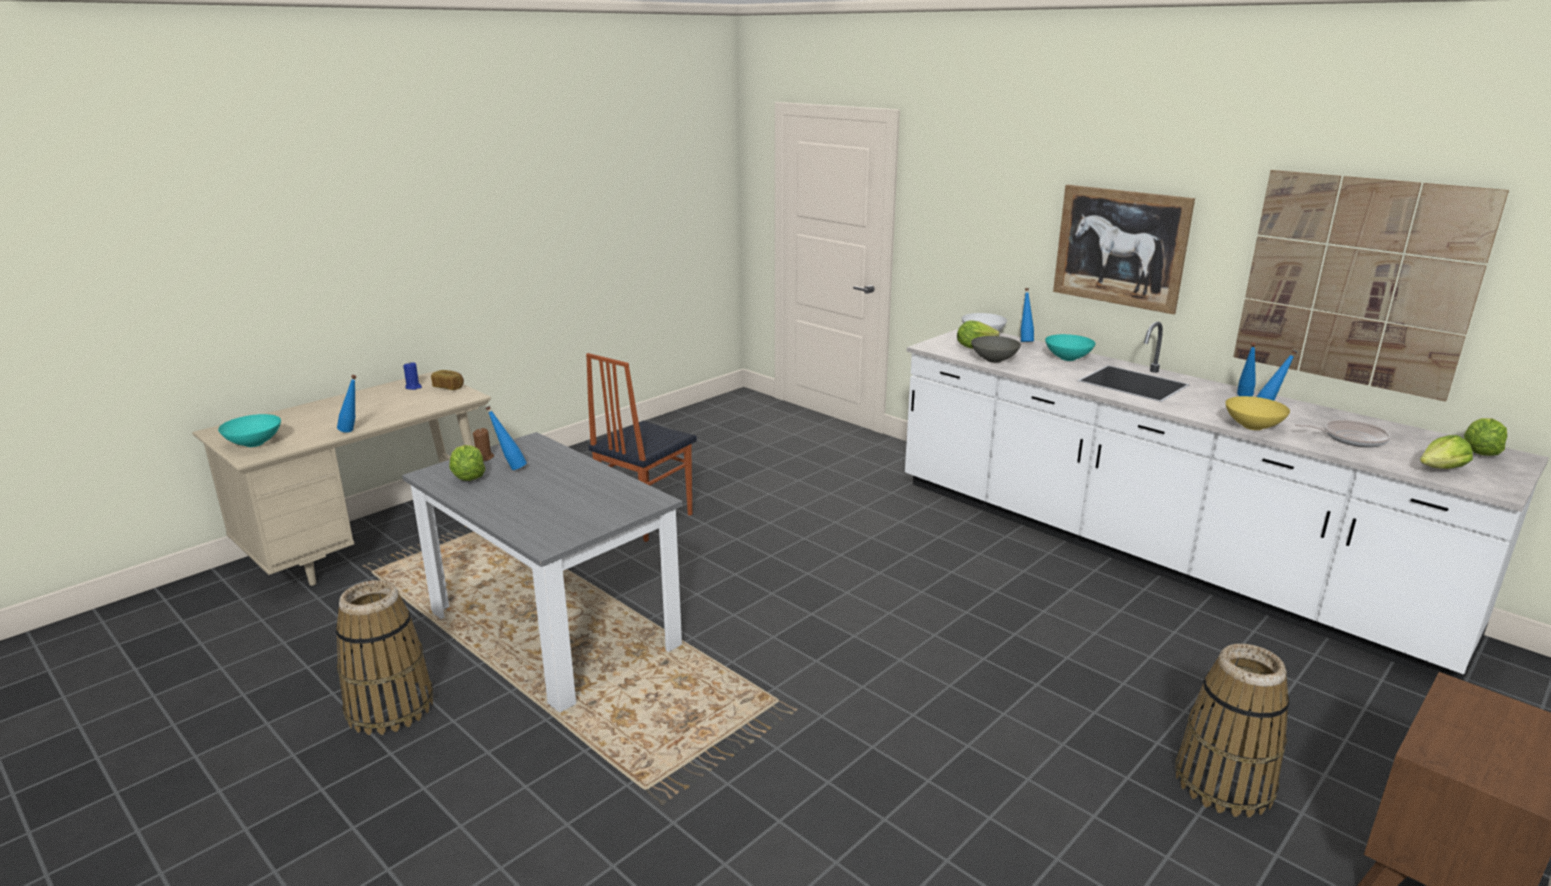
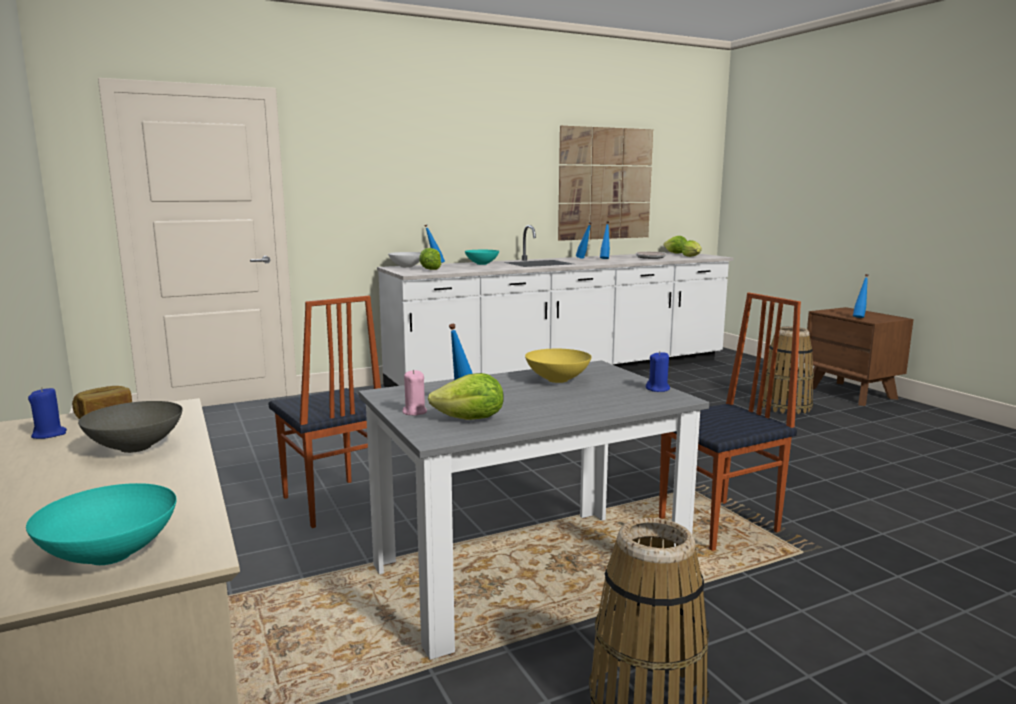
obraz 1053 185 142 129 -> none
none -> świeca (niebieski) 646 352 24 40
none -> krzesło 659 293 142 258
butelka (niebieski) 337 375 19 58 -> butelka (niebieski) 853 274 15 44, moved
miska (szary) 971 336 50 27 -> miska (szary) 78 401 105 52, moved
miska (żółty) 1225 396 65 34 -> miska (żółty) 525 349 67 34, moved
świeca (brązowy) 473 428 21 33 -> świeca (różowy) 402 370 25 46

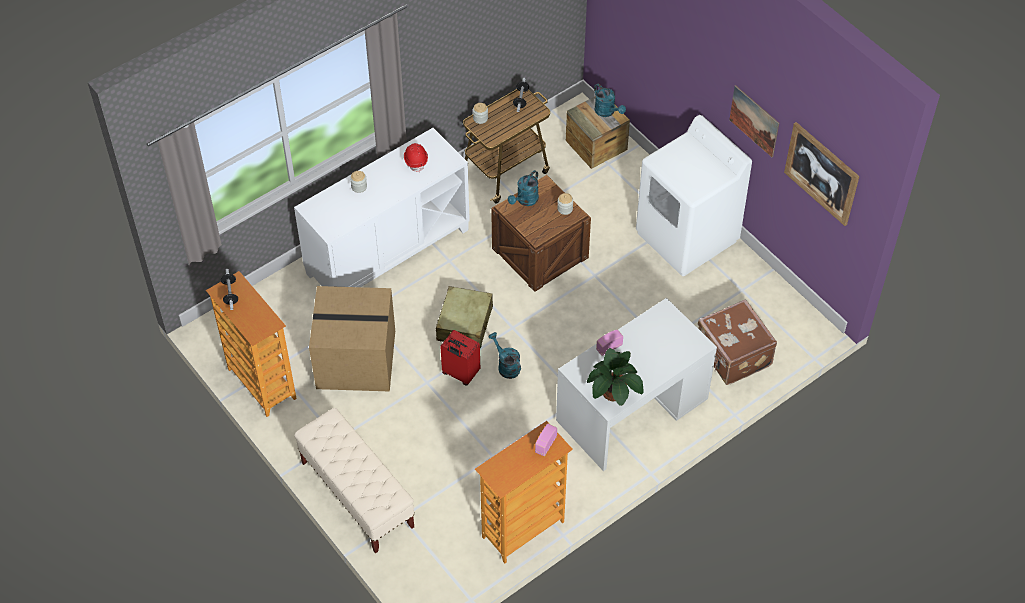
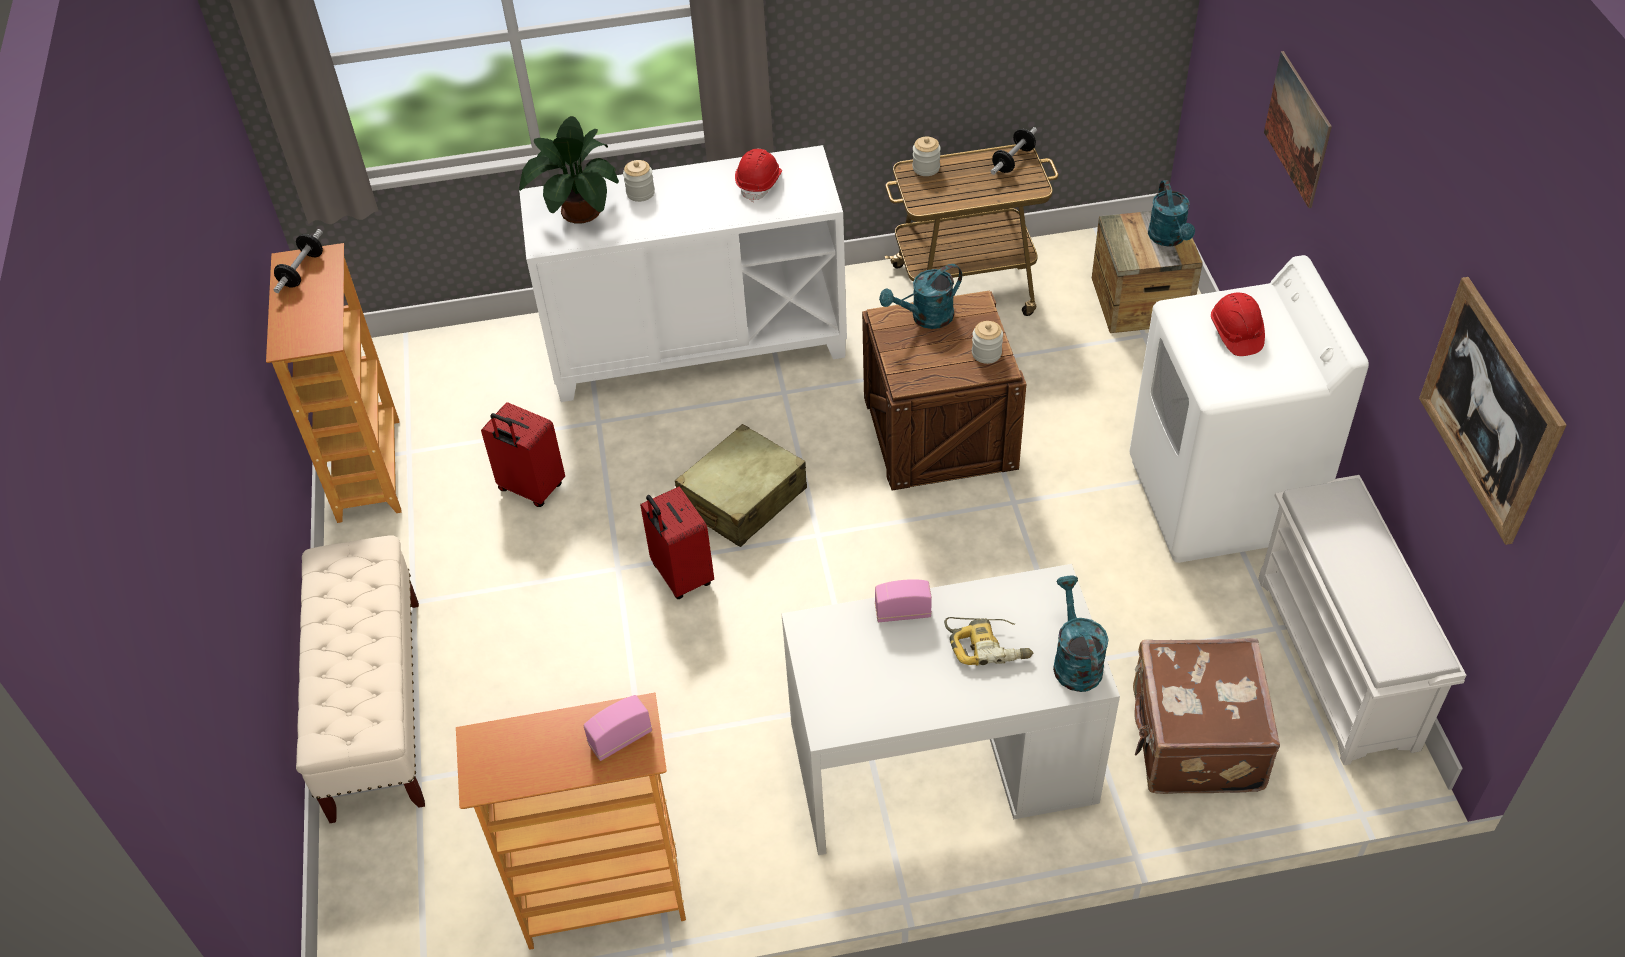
none -> wiertarka 944 617 89 49
none -> kask (czerwony) 1211 292 54 64
none -> regał na buty (biały) 1258 475 208 290
konewka (turkusowy) 488 332 33 47 -> konewka (turkusowy) 1053 575 55 117, moved
roślina doniczkowa 587 348 57 58 -> roślina doniczkowa 519 116 100 108, moved
obraz 729 85 50 72 -> obraz 1264 51 68 157, moved
karton 309 286 86 106 -> walizka (czerwony) 481 402 84 105

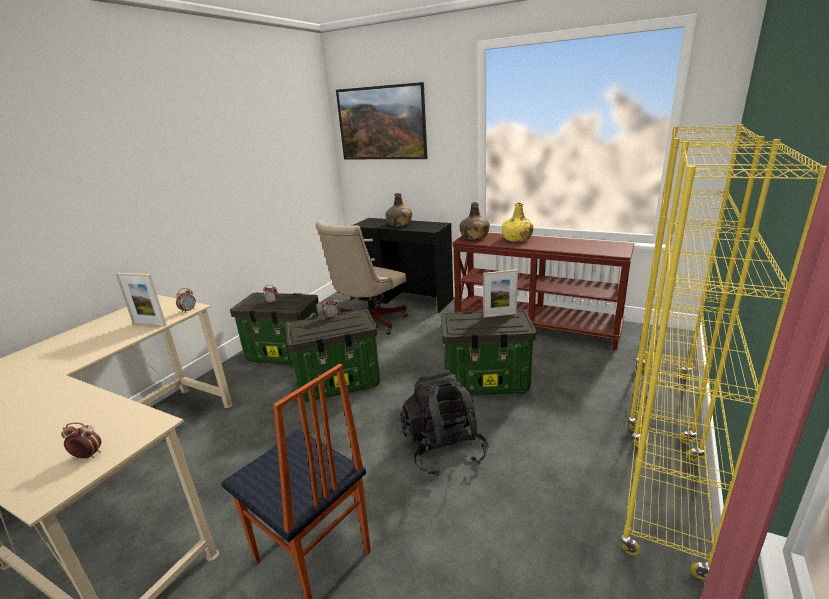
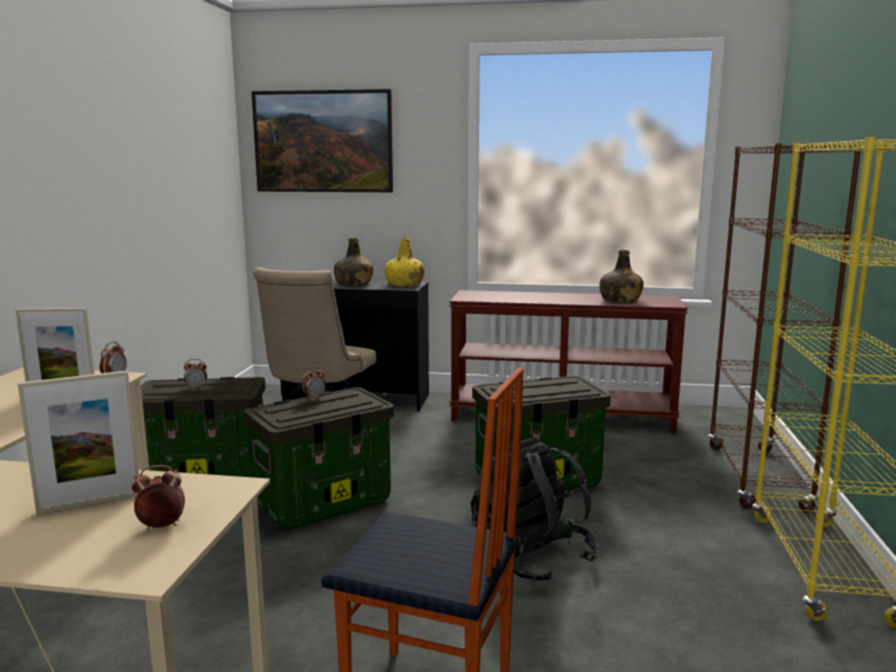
butelka (zielony) 460 202 30 38 -> butelka (zielony) 600 250 44 53, moved
ramka na zdjęcie 483 270 35 48 -> ramka na zdjęcie 18 370 121 144, moved
butelka (żółty) 502 203 32 39 -> butelka (żółty) 385 238 39 49, moved
regał (żółty) 628 124 137 320 -> regał (brązowy) 708 143 153 370

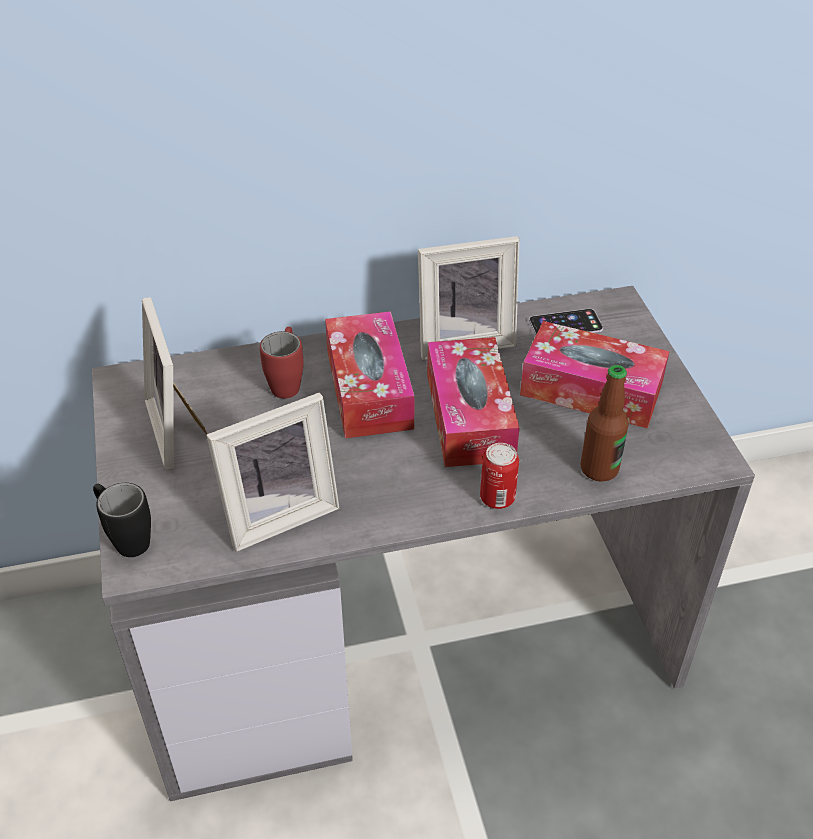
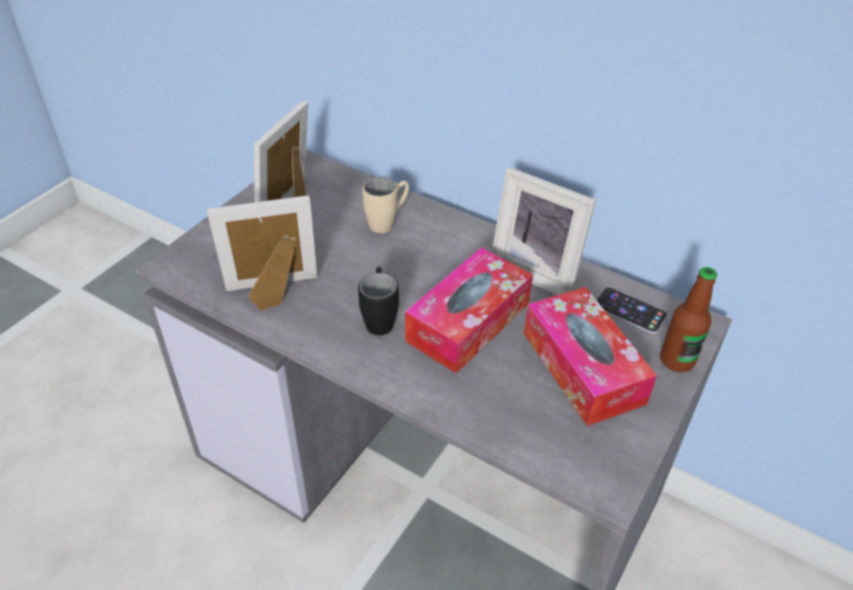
pudełko chusteczek 325 311 90 127 -> none
puszka 480 443 39 66 -> none
kubek (czarny) 93 483 58 74 -> kubek (czarny) 358 267 41 68, moved
butelka 580 365 49 117 -> butelka 660 267 57 105, moved
kubek (czerwony) 260 327 43 71 -> kubek (beżowy) 362 177 47 56
ramka na zdjęcie 206 393 133 159 -> ramka na zdjęcie 207 195 110 116, 150 degrees clockwise

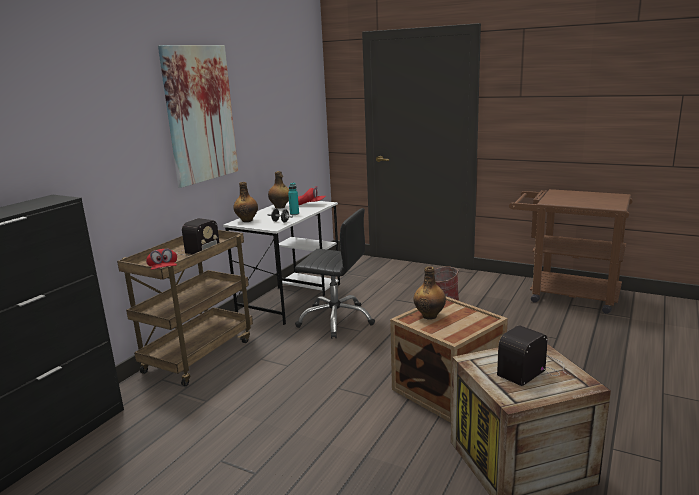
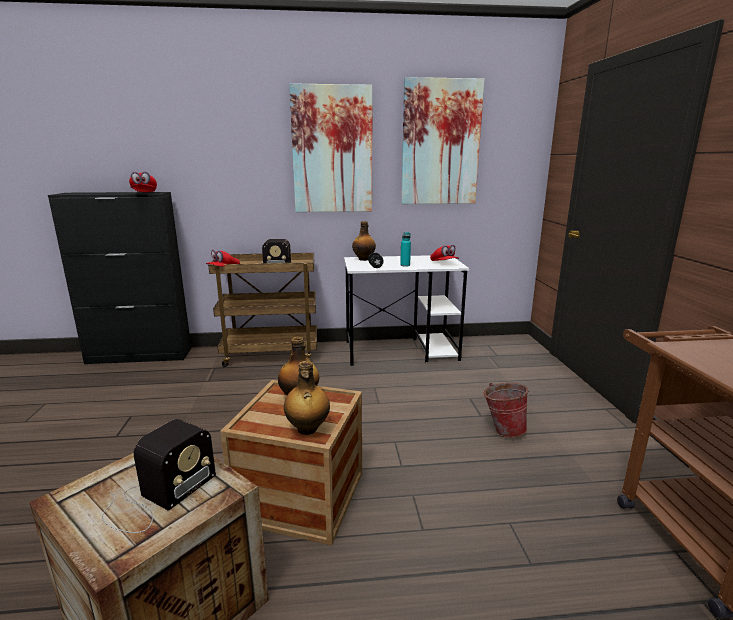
krzesło biurowe (czarny) 295 208 80 131 -> none
none -> czapka z daszkiem (czerwony) 129 172 28 20
none -> obraz 401 77 84 127
butelka 268 171 21 38 -> butelka 284 361 46 74, moved
radio 497 326 74 60 -> radio 102 419 114 114, 105 degrees clockwise

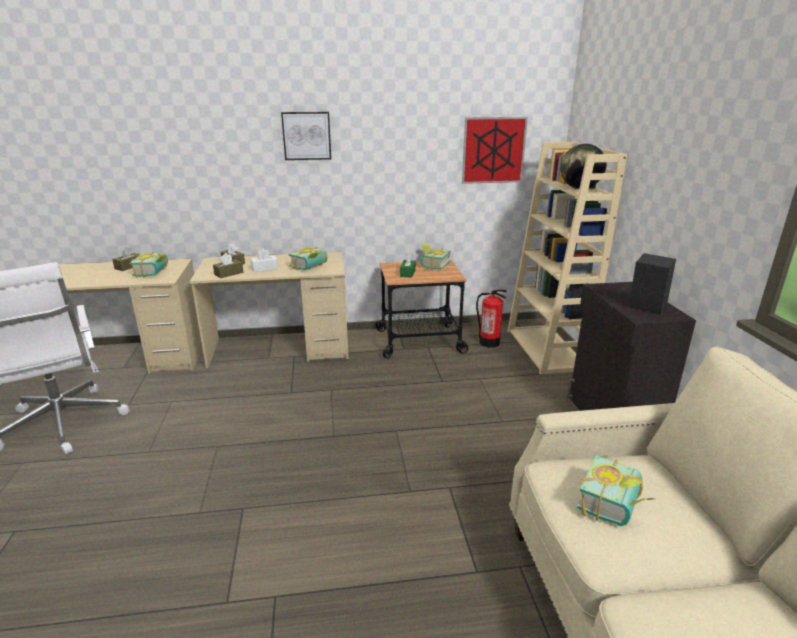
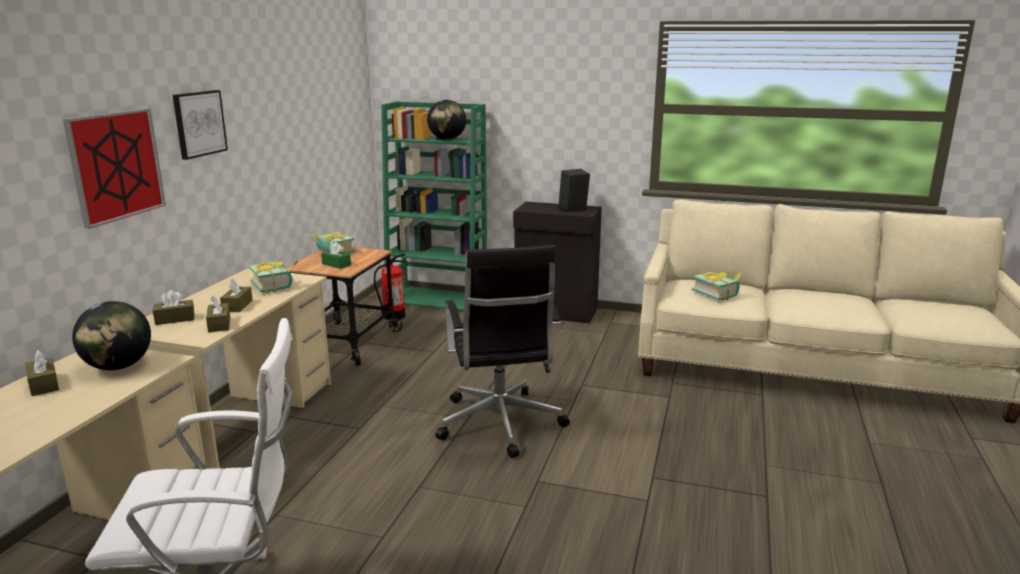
none -> krzesło biurowe (czarny) 435 245 135 213
obraz 462 117 66 67 -> obraz 63 108 103 121, moved
książka 130 252 38 26 -> globus 72 301 79 69
pudełko chusteczek (biały) 251 248 27 24 -> pudełko chusteczek (brązowy) 220 279 33 33
regał (beżowy) 507 142 120 233 -> regał (zielony) 381 101 106 210

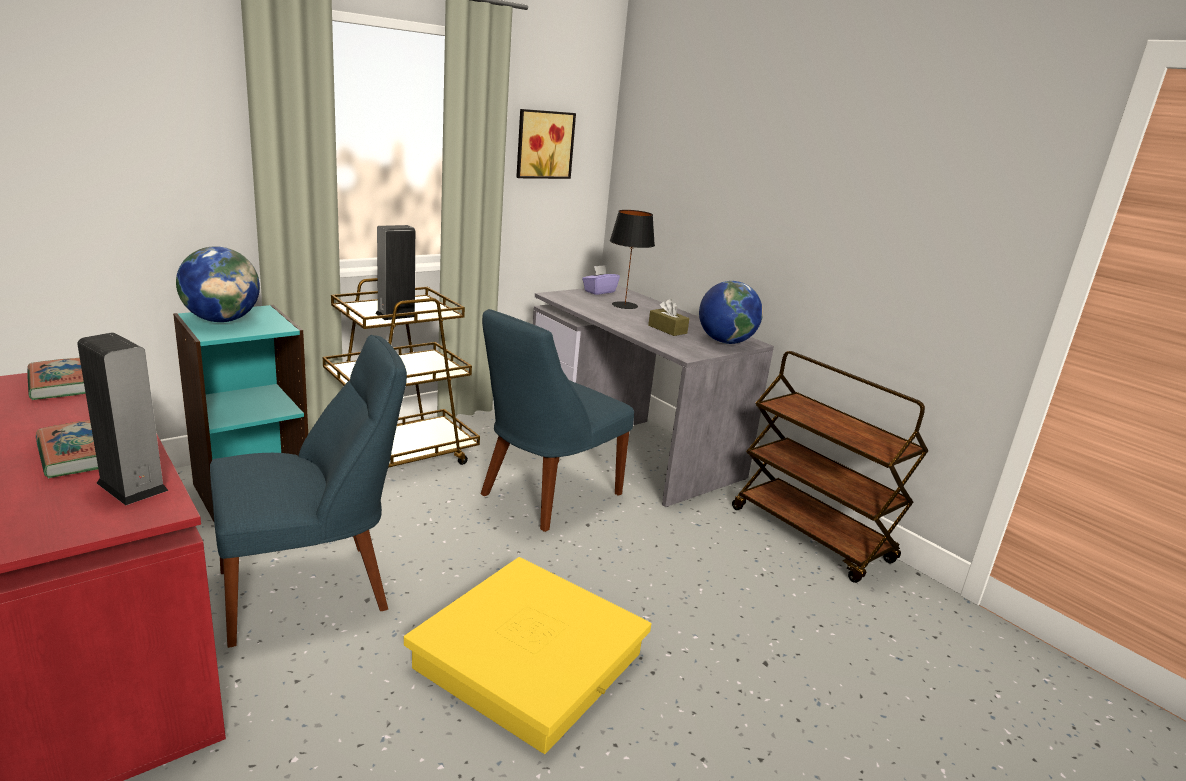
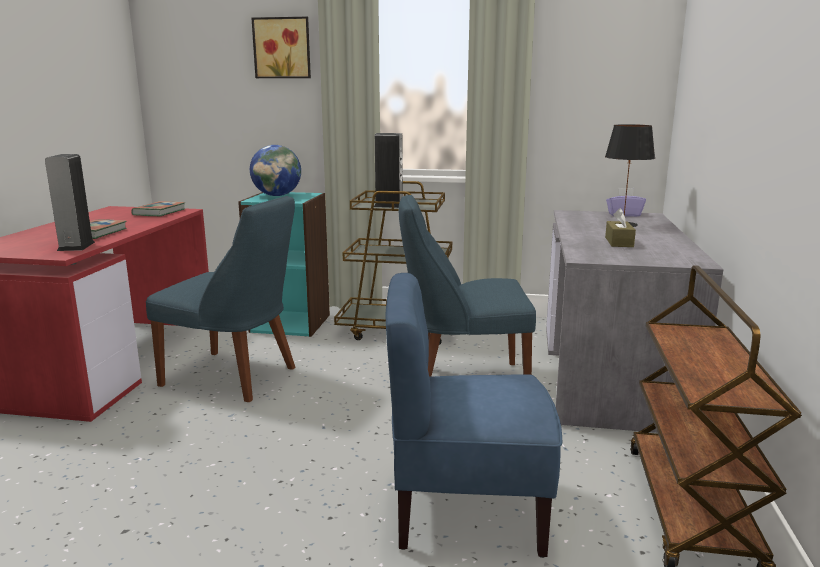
pojemnik do przechowywania (żółty) 404 557 247 197 -> none
globus 699 281 64 63 -> none
none -> krzesło (niebieski) 385 273 177 285
obraz 516 109 60 70 -> obraz 251 17 60 61, moved

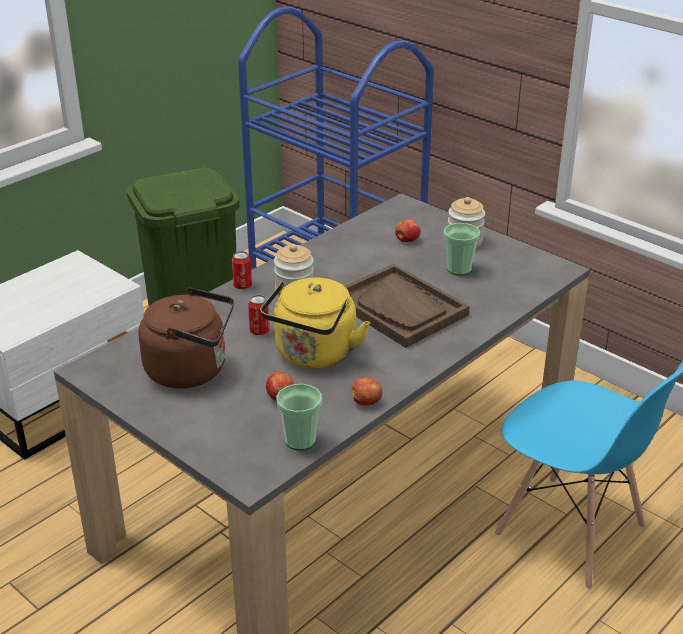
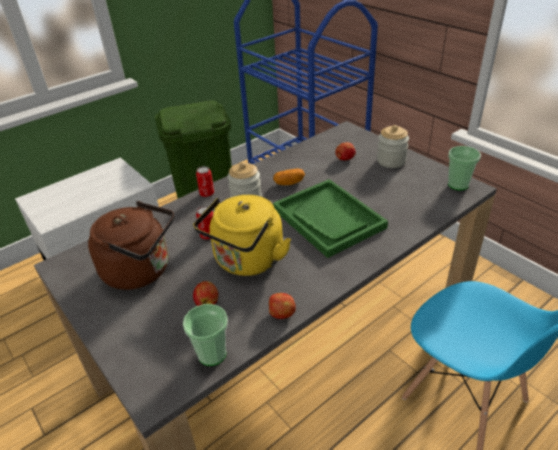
none -> ziemniak 273 169 32 16
filiżanka 444 223 36 53 -> filiżanka 448 146 33 44, moved
taca (brązowy) 345 264 125 84 -> taca (zielony) 273 179 115 79

